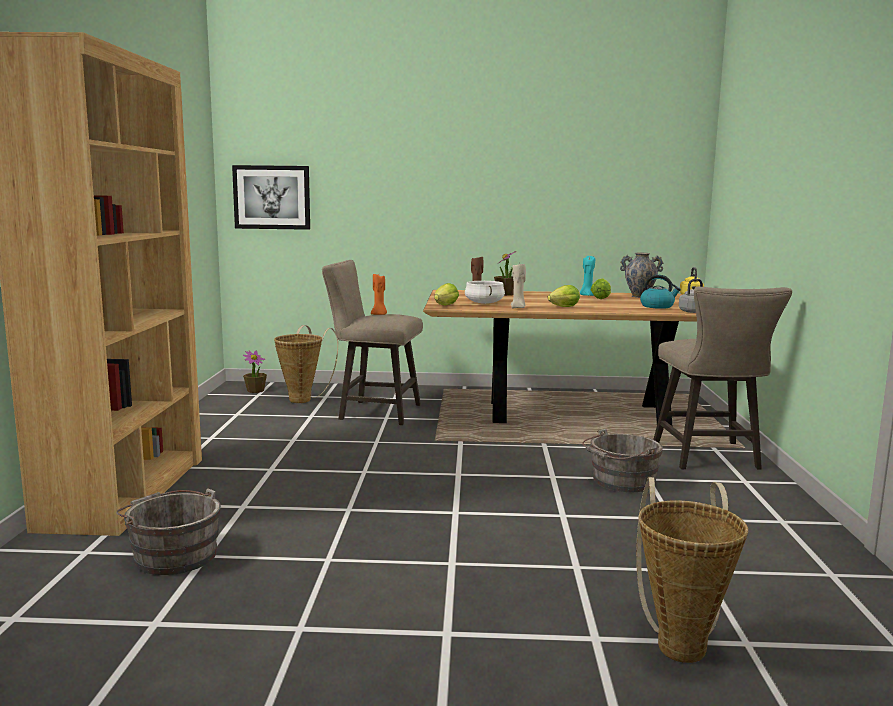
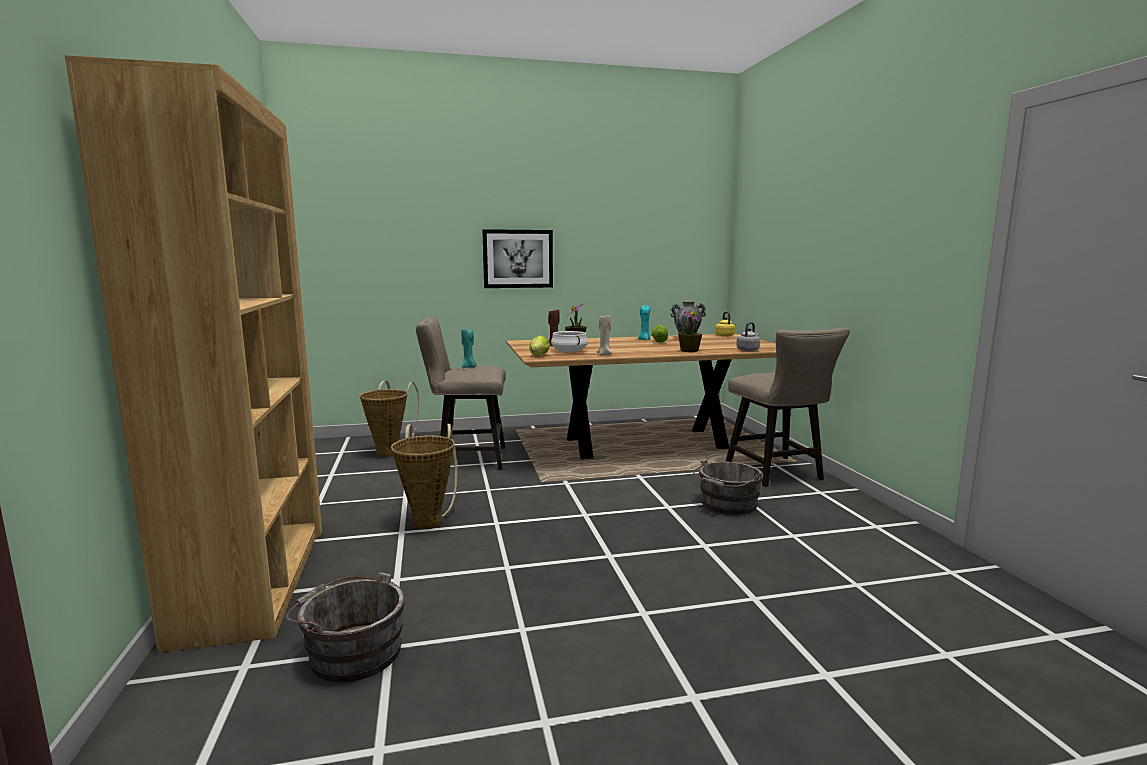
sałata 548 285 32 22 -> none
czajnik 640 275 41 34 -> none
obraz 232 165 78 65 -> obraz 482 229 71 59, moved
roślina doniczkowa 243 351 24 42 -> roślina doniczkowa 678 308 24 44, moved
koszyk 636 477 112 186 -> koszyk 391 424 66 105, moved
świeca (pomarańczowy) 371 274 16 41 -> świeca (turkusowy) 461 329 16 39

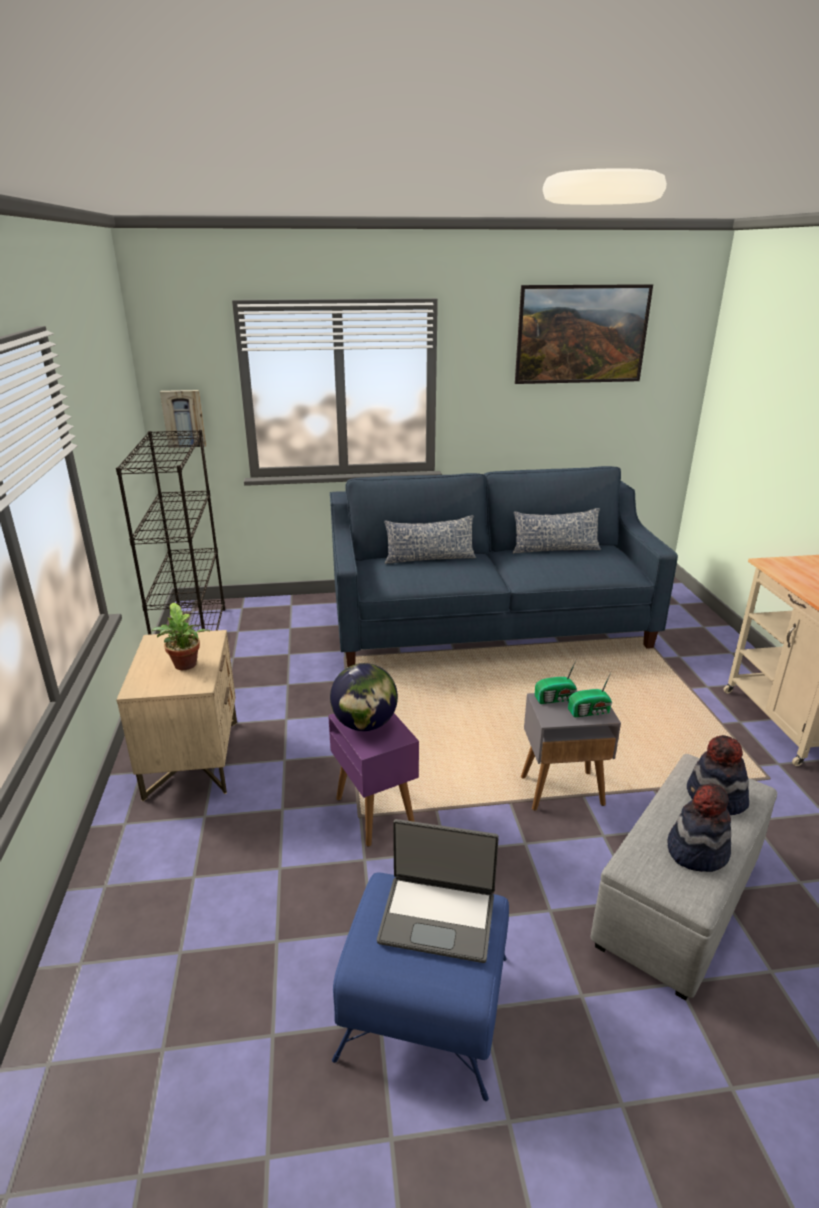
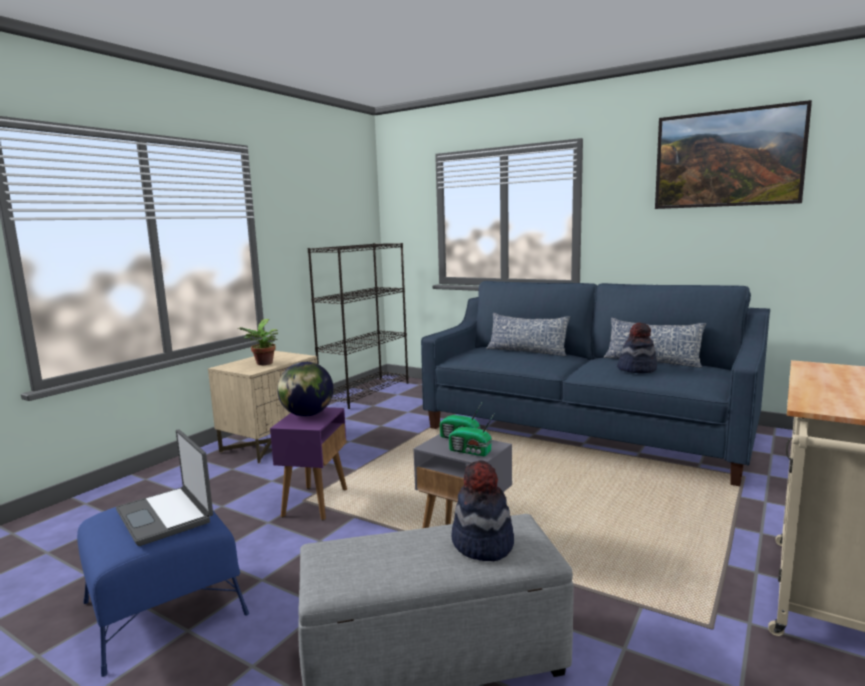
obraz 160 390 46 58 -> none
kapelusz 667 783 64 89 -> kapelusz 617 323 40 50, moved

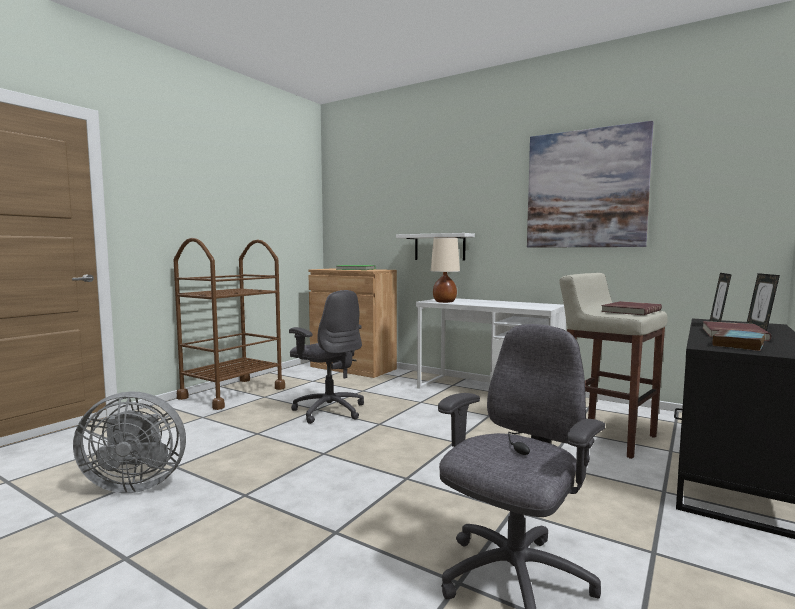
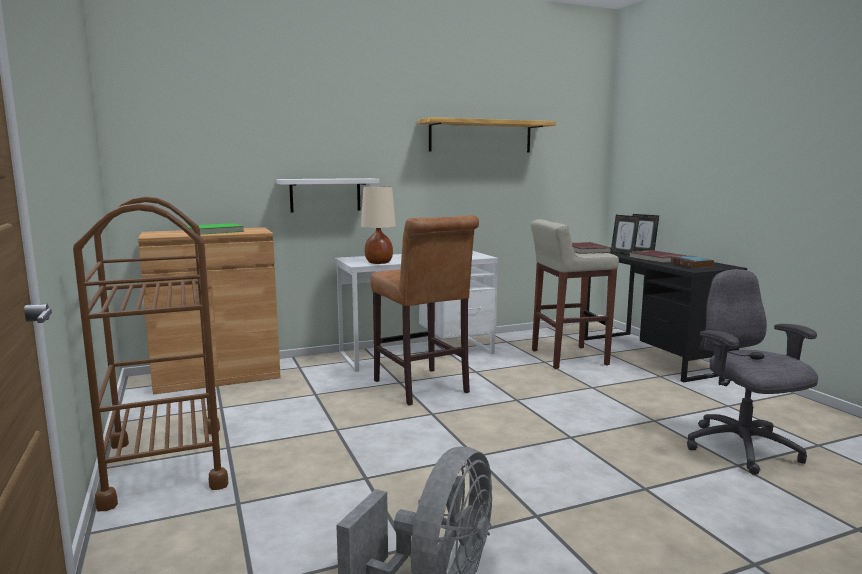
krzesło biurowe (szary) 289 290 75 134 -> none
none -> stołek (brązowy) 370 215 109 190
obraz 527 121 126 127 -> półka 418 117 138 36

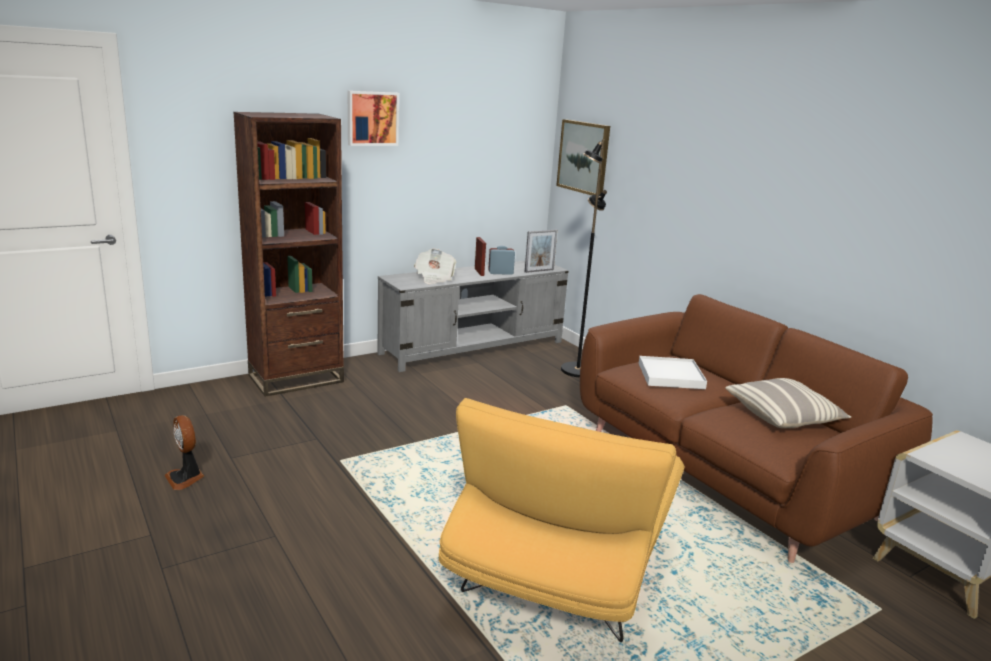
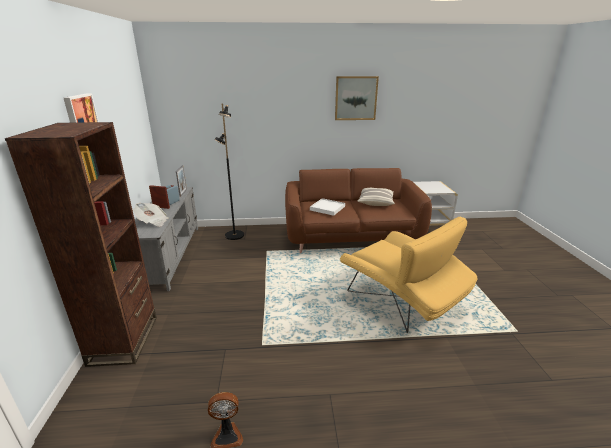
obraz 556 119 54 77 -> obraz 335 76 44 44, moved

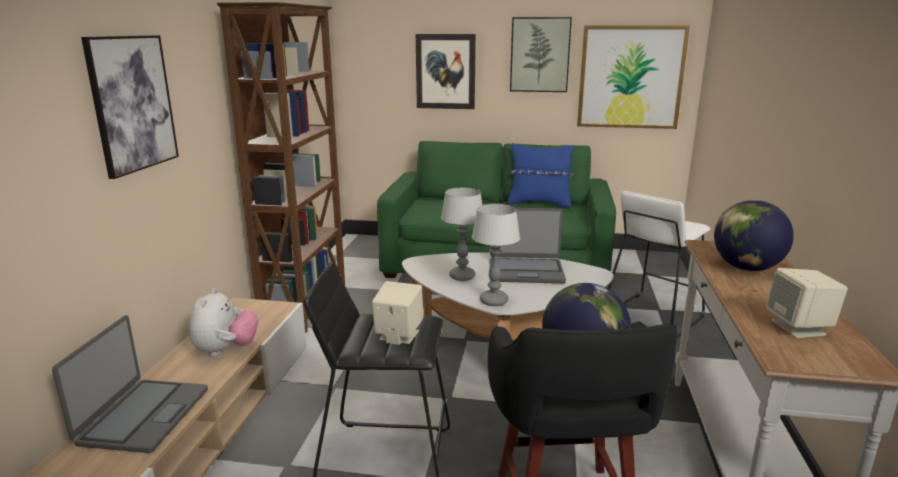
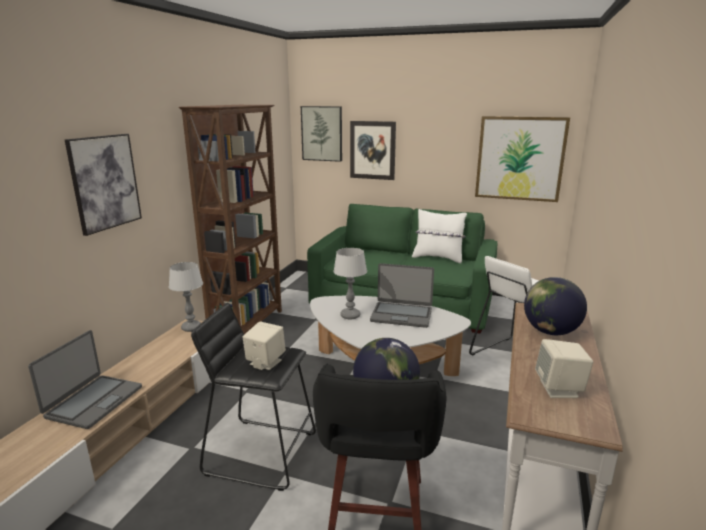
pluszak 189 288 69 69 -> none
lampa stołowa 472 204 48 102 -> lampa stołowa 169 262 34 70, moved
obraz 510 17 62 75 -> obraz 301 106 41 56, moved
poduszka (niebieski) 507 143 67 65 -> poduszka (biały) 412 209 55 54

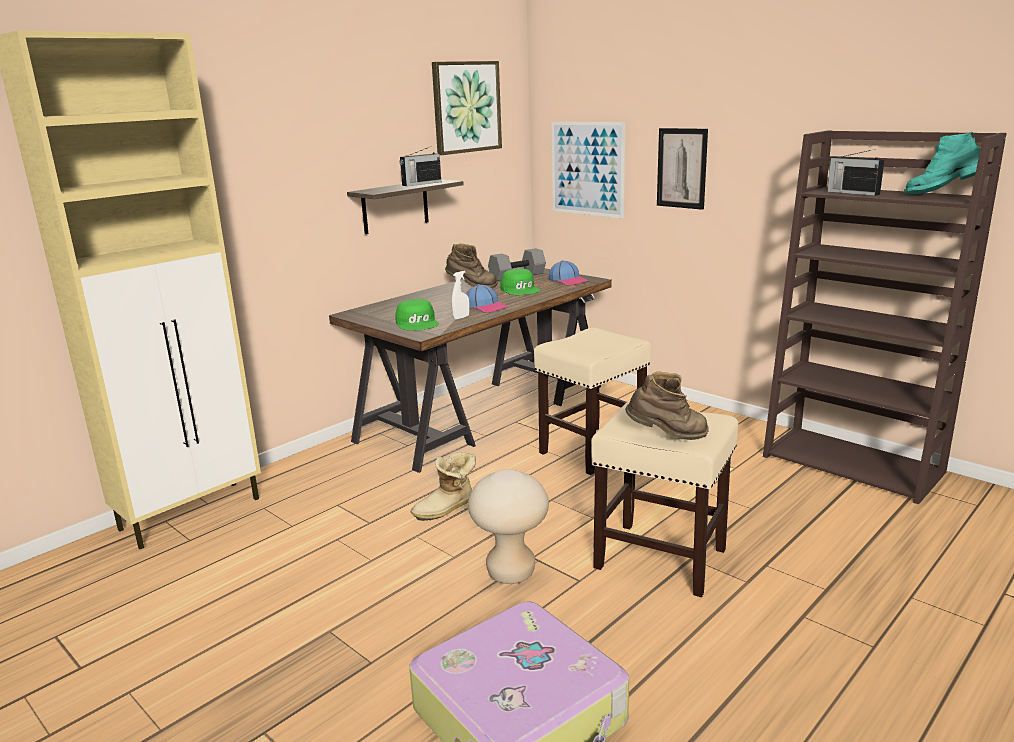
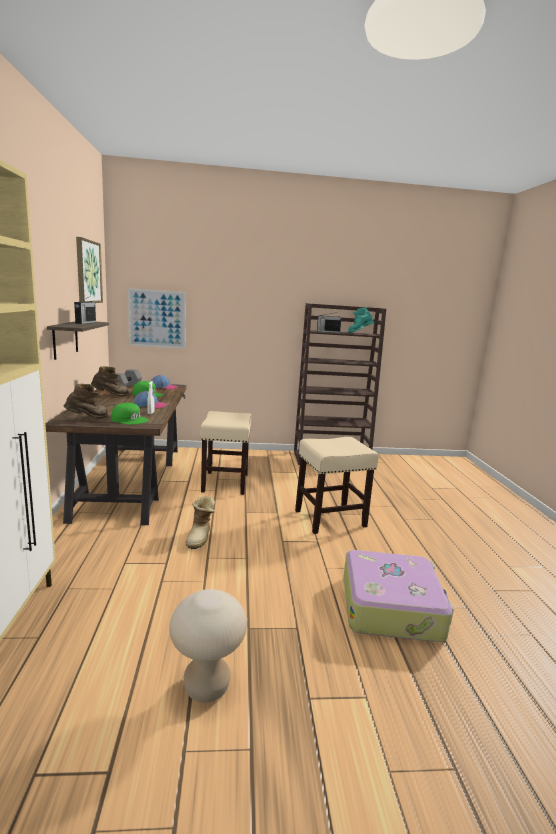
obraz 657 128 51 82 -> none
stołek (beżowy) 468 469 81 115 -> stołek (beżowy) 169 589 78 114, moved
but z cholewką (brązowy) 625 371 84 69 -> but z cholewką (brązowy) 64 384 44 35, moved

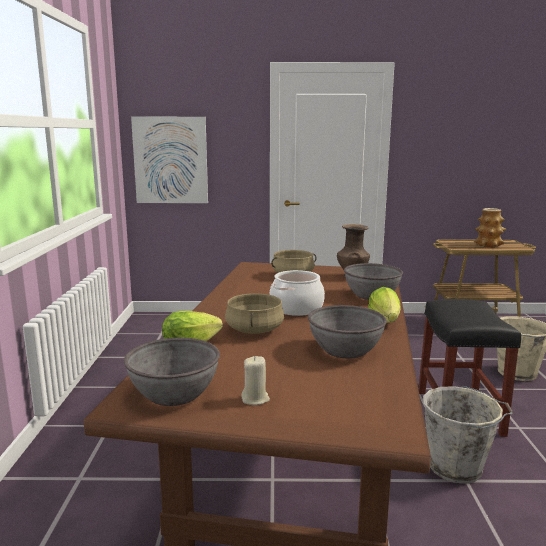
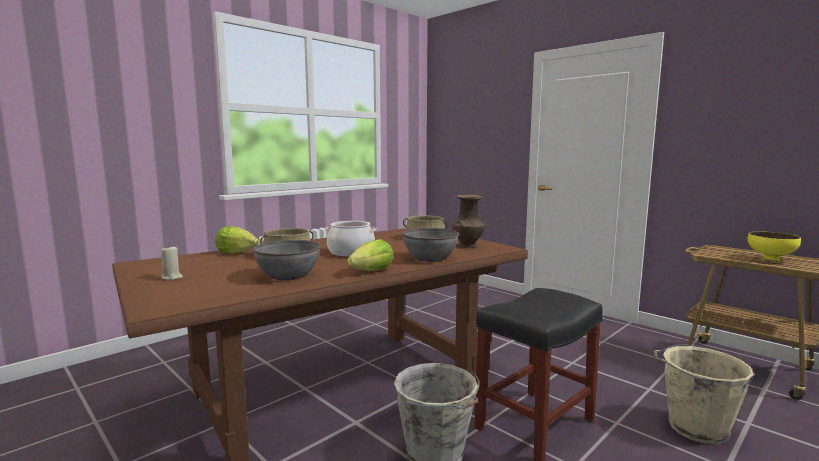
miska (szary) 124 338 96 68 -> none
obraz 131 116 77 87 -> none
wazon 474 208 32 40 -> miska (żółty) 748 232 53 31

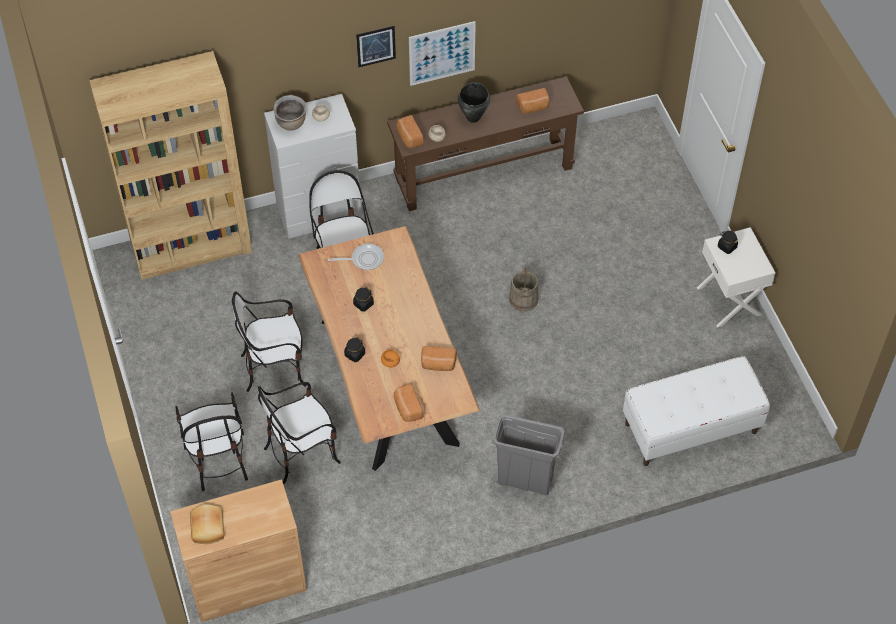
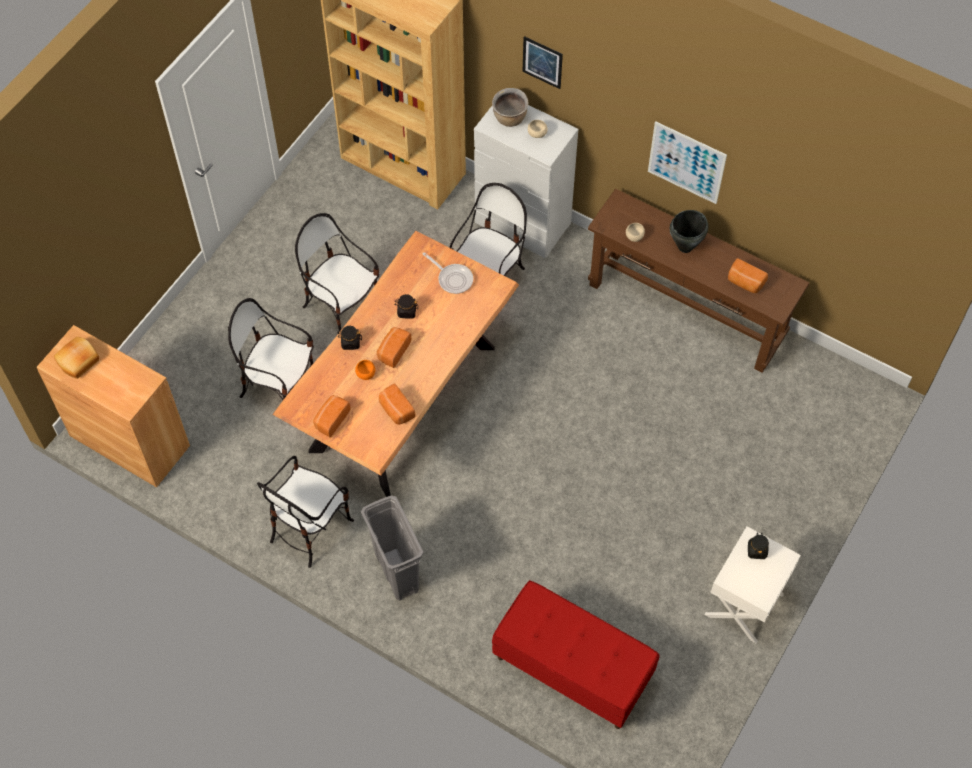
wiadro (beżowy) 509 267 30 44 -> none
krzesło 175 392 73 99 -> krzesło 257 456 97 112, moved
obraz 356 26 40 41 -> obraz 522 36 41 53, moved
chleb 396 115 27 33 -> chleb 377 327 34 41, moved
ławka (biały) 623 356 147 110 -> ławka (czerwony) 492 580 167 149

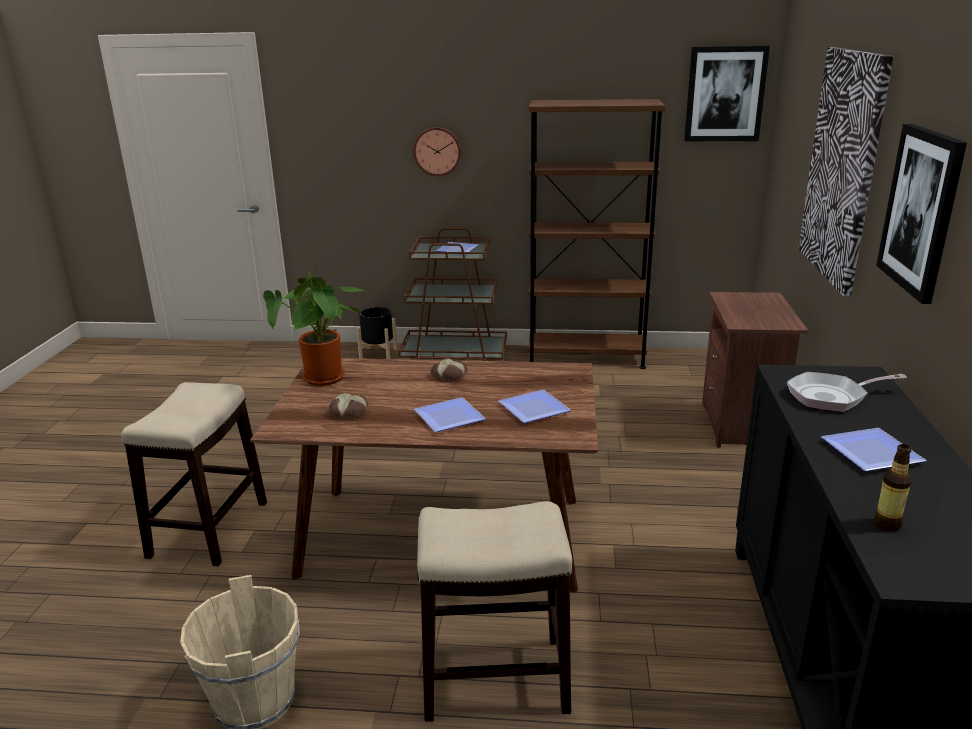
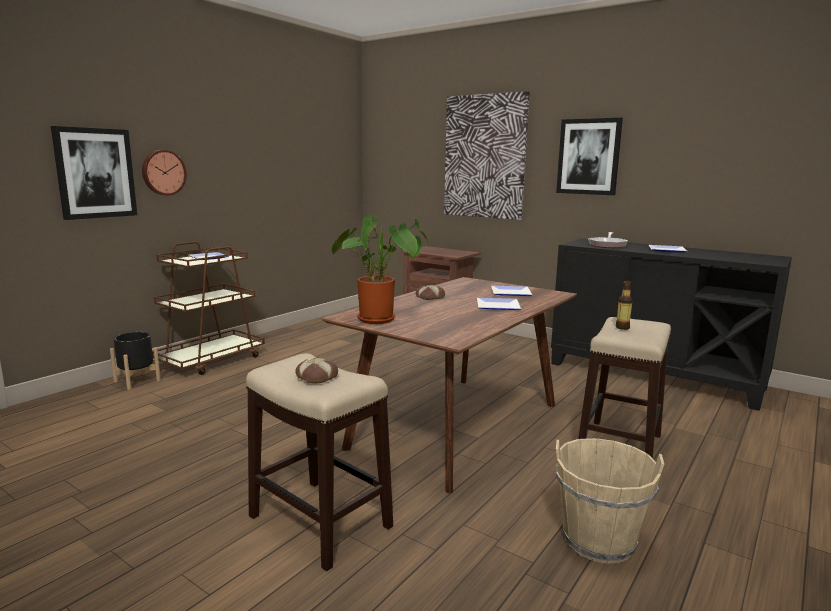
regał (brązowy) 528 99 137 270 -> none
chleb 329 393 39 26 -> chleb 295 358 43 26, moved
obraz 684 46 86 95 -> obraz 51 126 86 94, moved
butelka 874 444 38 87 -> butelka 616 280 17 50, moved

